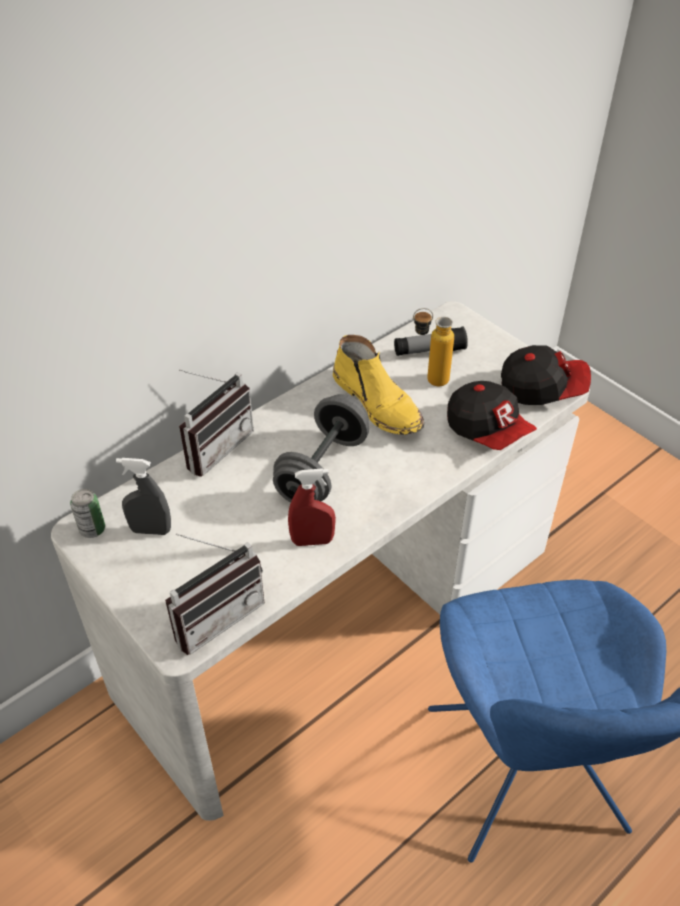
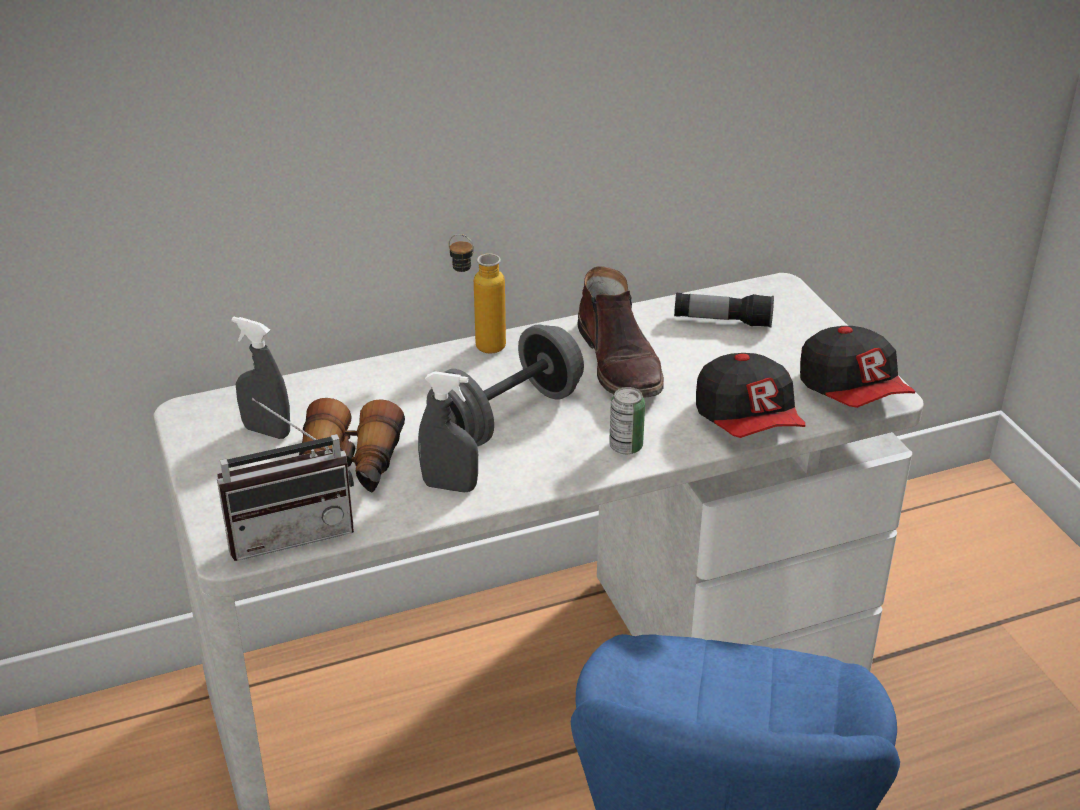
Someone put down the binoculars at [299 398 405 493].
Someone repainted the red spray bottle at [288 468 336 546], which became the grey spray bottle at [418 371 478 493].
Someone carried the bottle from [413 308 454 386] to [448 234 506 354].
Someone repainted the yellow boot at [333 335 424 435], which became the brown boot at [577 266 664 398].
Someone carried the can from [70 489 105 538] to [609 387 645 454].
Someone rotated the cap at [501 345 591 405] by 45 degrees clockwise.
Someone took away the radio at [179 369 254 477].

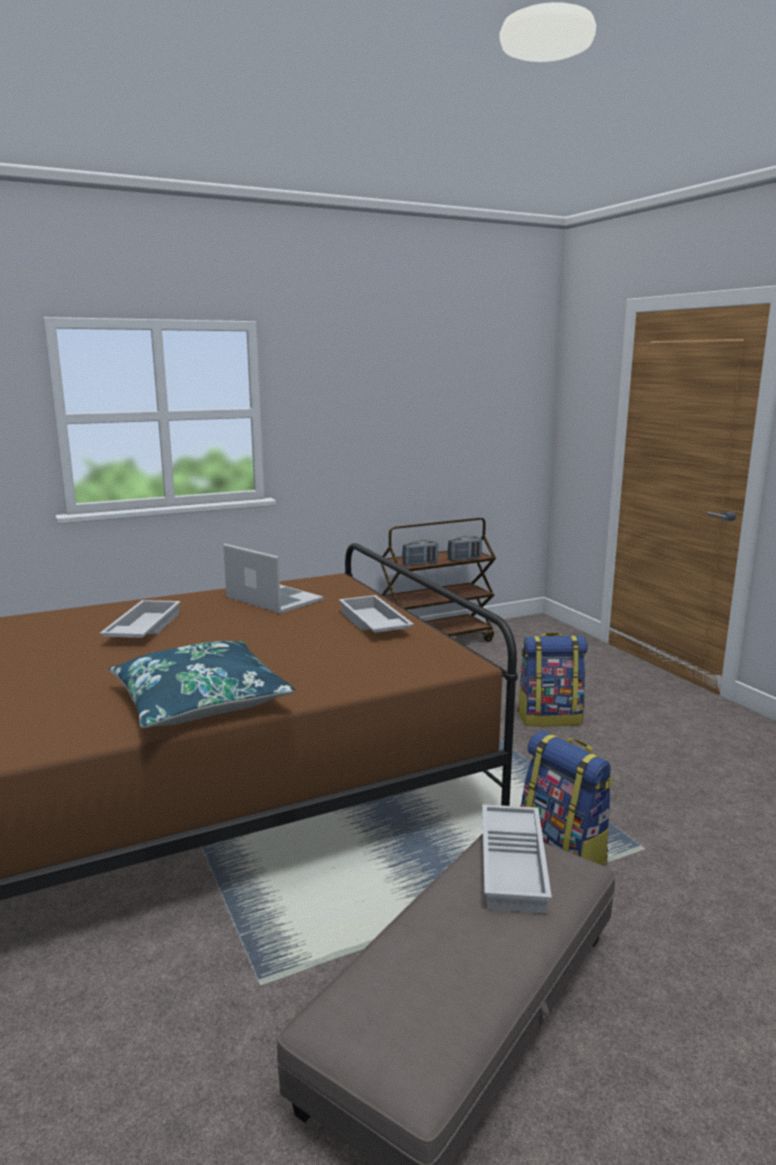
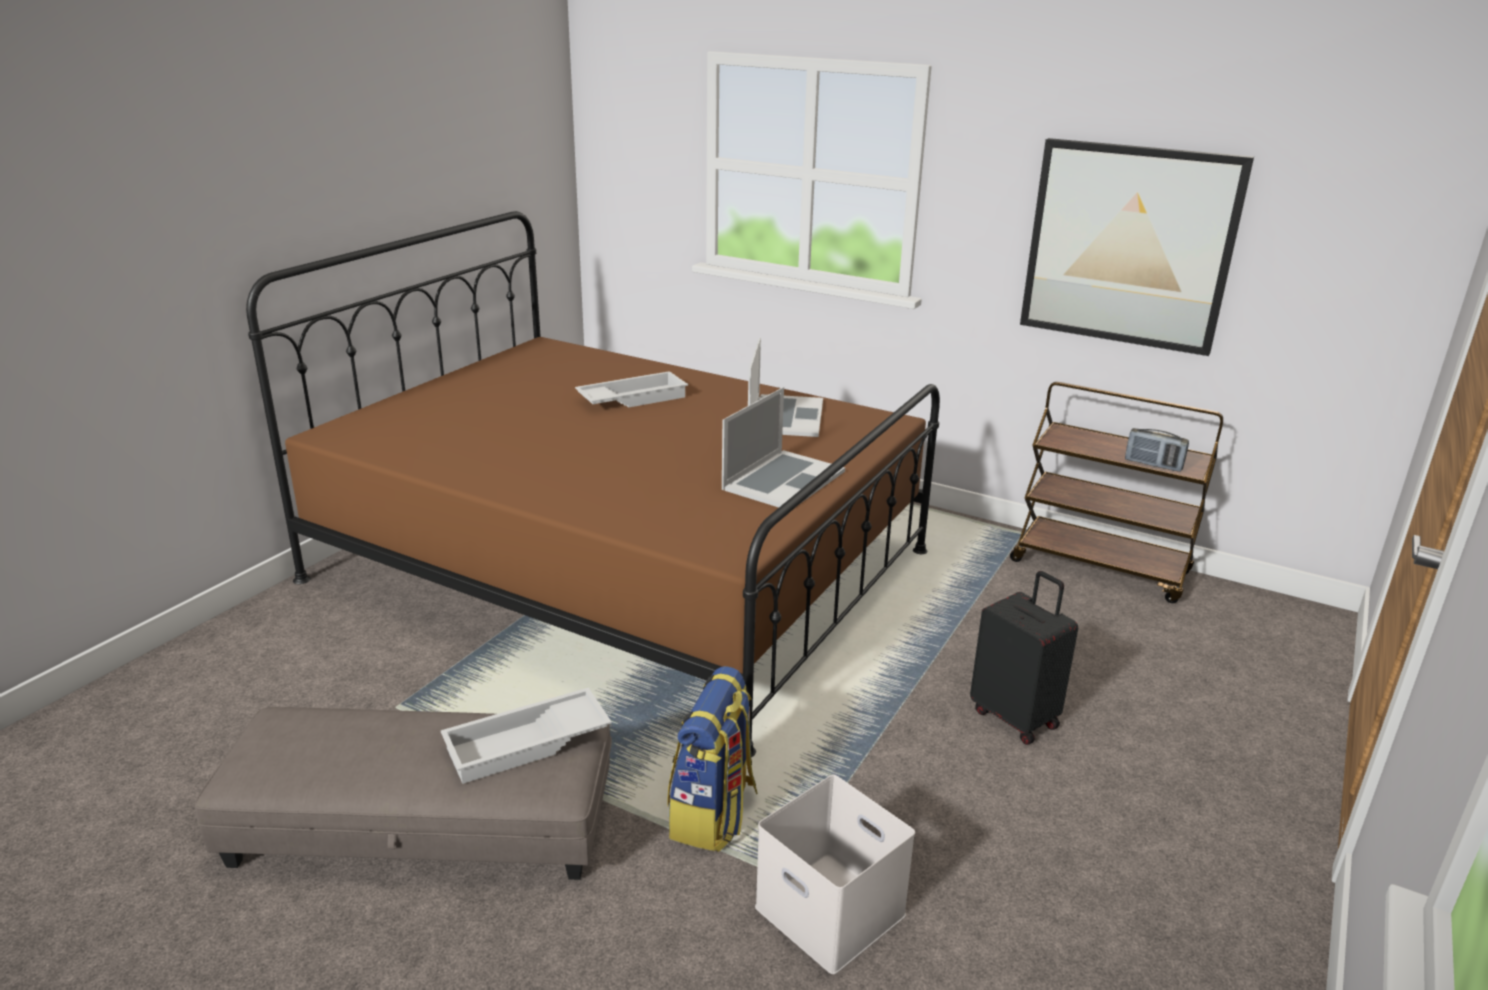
Someone swapped the white tray at [339 595 414 633] for the laptop at [722 387 845 507].
Someone put down the white storage box at [755 775 915 974].
Someone swapped the backpack at [517 633 588 727] for the black suitcase at [970 571 1078 745].
Someone put up the picture at [1020 138 1254 356].
Someone took away the blue pillow at [109 641 295 728].
Someone took away the radio at [402 540 438 566].

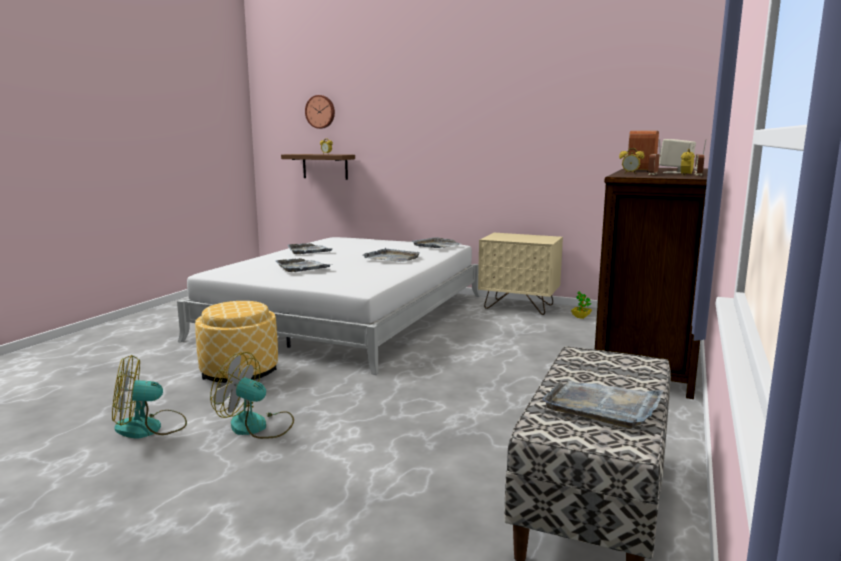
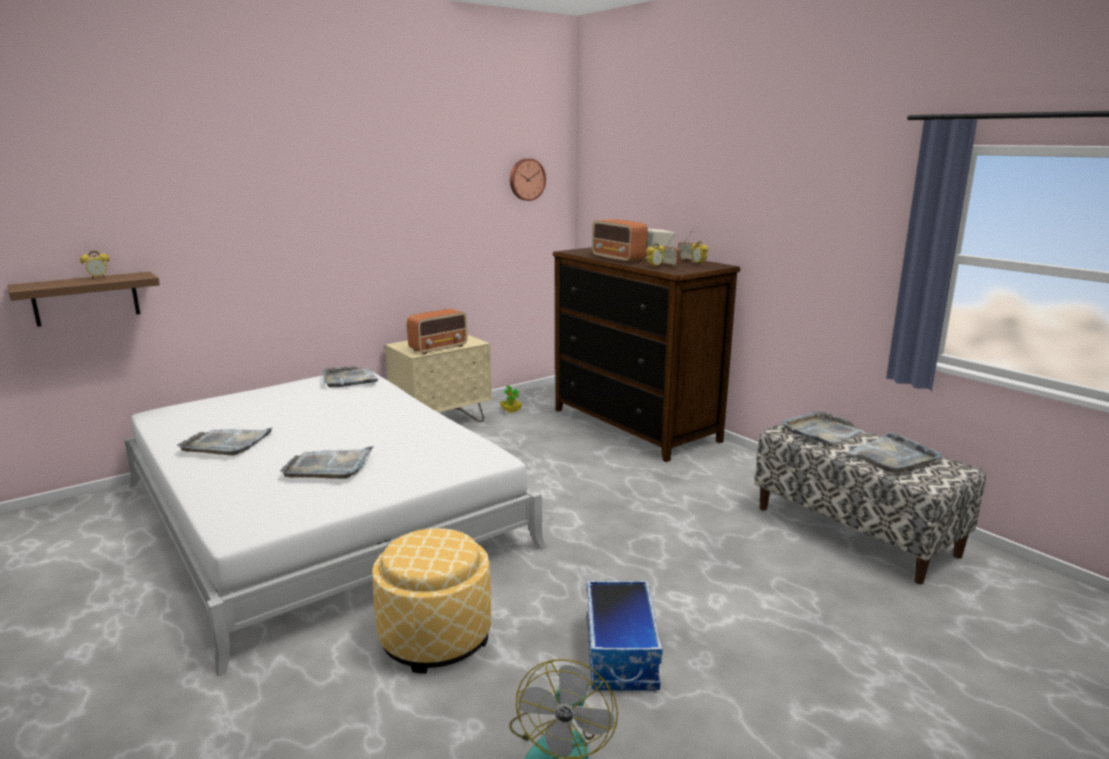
Someone put down the radio at [407 309 467 354].
Someone carried the wall clock from [305 95 335 129] to [510 158 546 201].
Someone swapped the fan at [210 352 294 439] for the storage box at [587 580 663 690].
Someone carried the grey tray from [362 248 419 262] to [782 411 864 444].

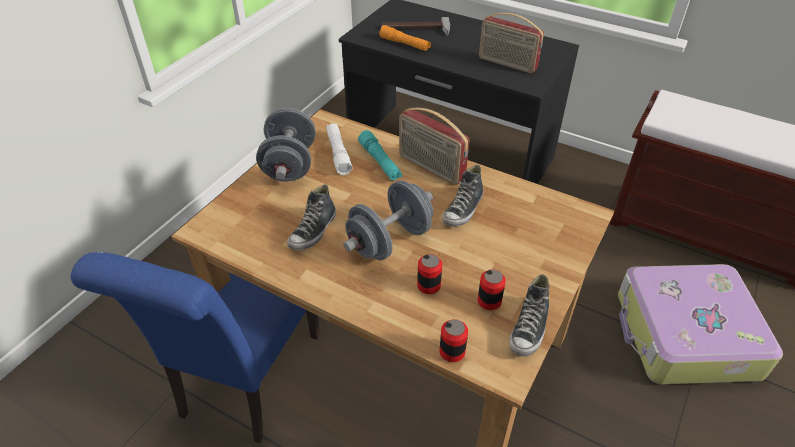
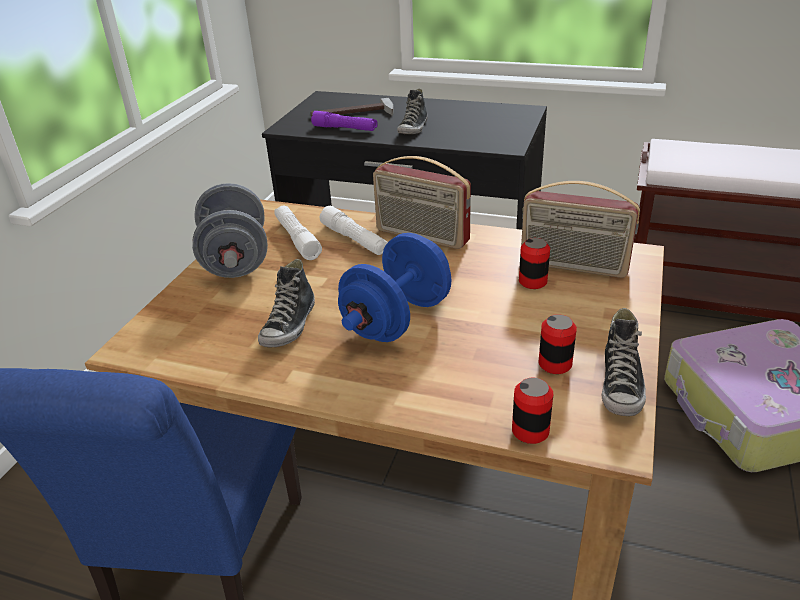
Someone repainted the orange flashlight at [379 25 431 51], which became the purple flashlight at [311 111 378 131].
Someone repainted the turquoise flashlight at [358 130 402 181], which became the white flashlight at [320 206 388 255].
Someone repainted the grey dumbbell at [343 180 433 261], which became the blue dumbbell at [338 233 452 342].
Someone carried the shoe from [442 165 484 227] to [397 89 428 135].
Someone carried the can from [417 254 442 294] to [519 238 550 289].
Someone carried the radio from [479 13 544 73] to [521 181 640 278].

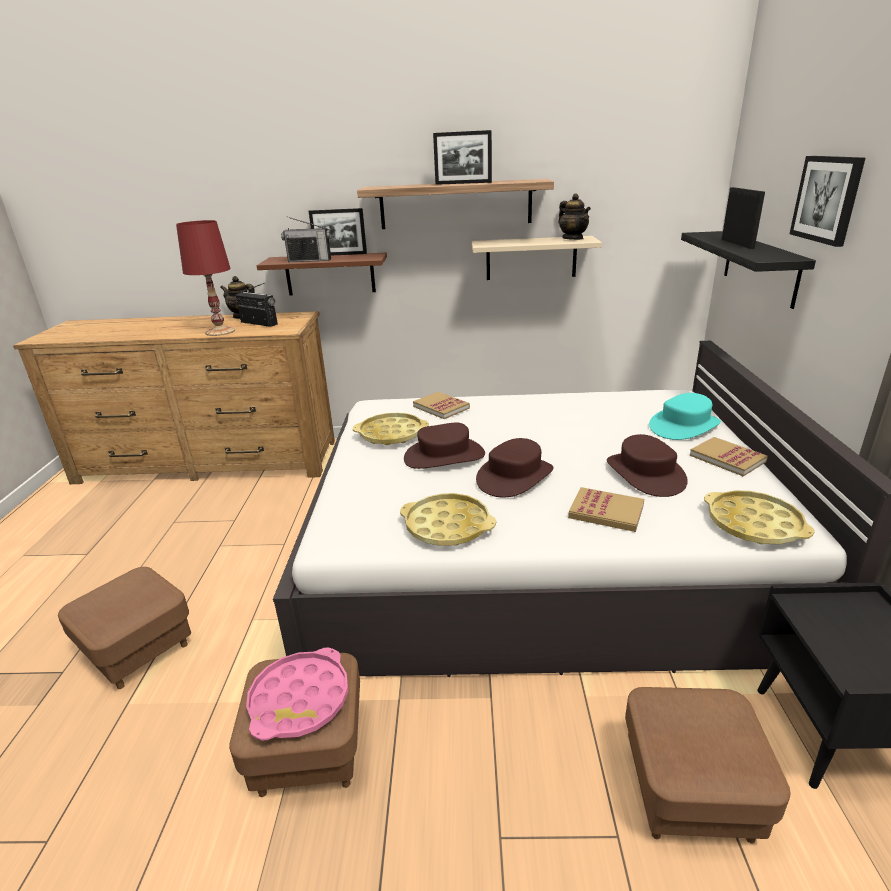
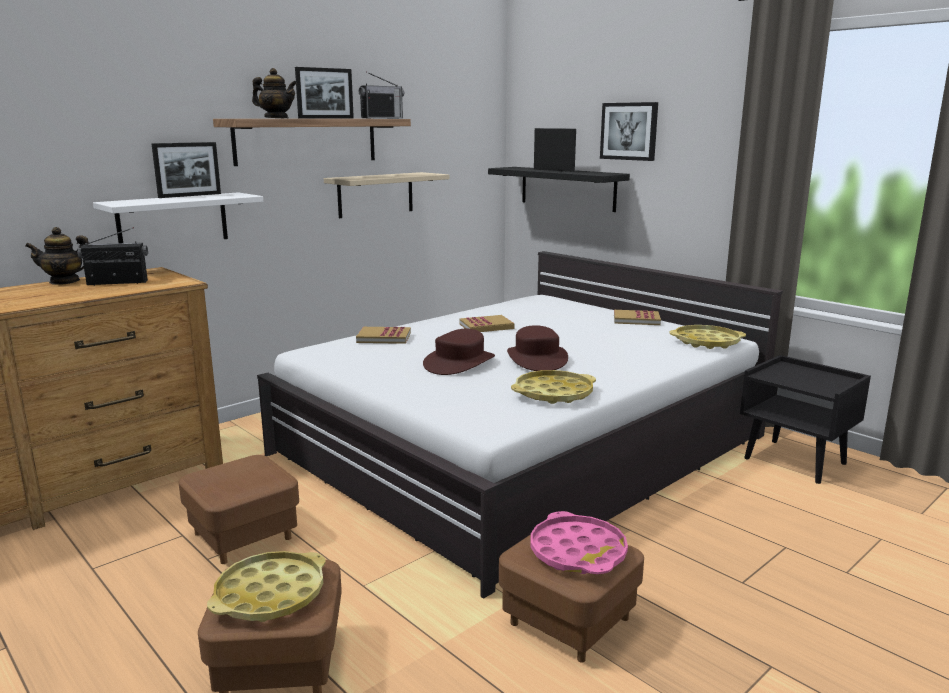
Someone repainted the brown shelf at [257 253 387 296], which became the white shelf at [93 192 263 243].
Someone carried the brown ottoman from [625 687 790 843] to [179 455 299 564].
Someone carried the yellow tray from [353 412 429 445] to [207 551 326 622].
Someone carried the teapot from [558 193 591 240] to [252 68 297 118].
Someone carried the radio from [281 217 331 262] to [359 72 404 119].
Someone carried the book from [568 487 644 532] to [459 315 515 332].
Someone took away the red table lamp at [176 220 235 336].
Someone took away the brown hat at [607 434 688 497].
Someone took away the turquoise hat at [649 393 721 440].

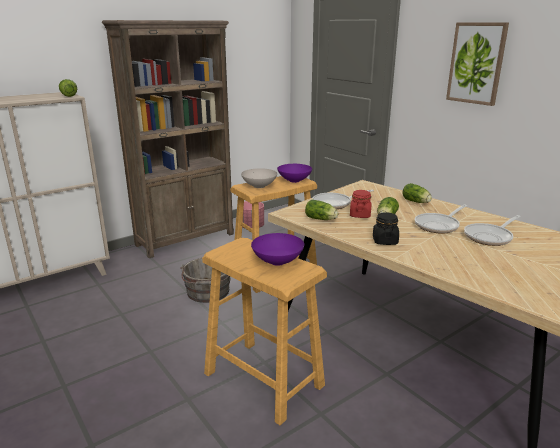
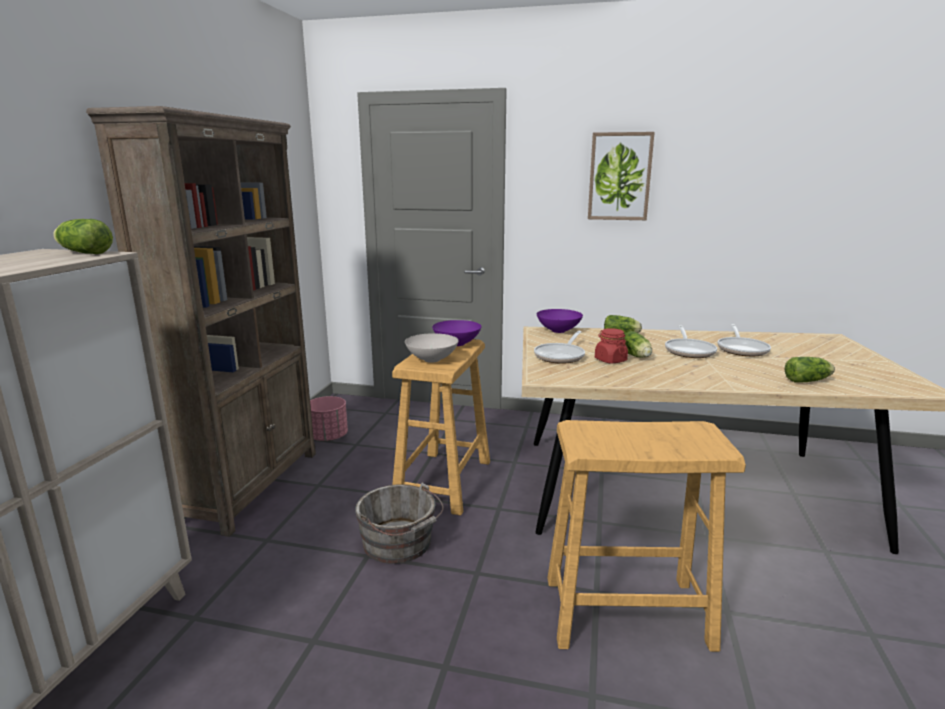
Someone carried the purple bowl from [251 233 304 266] to [537 309 583 333].
Someone carried the lettuce from [305 199 338 220] to [785 357 835 382].
Someone took away the black jar at [373 212 399 245].

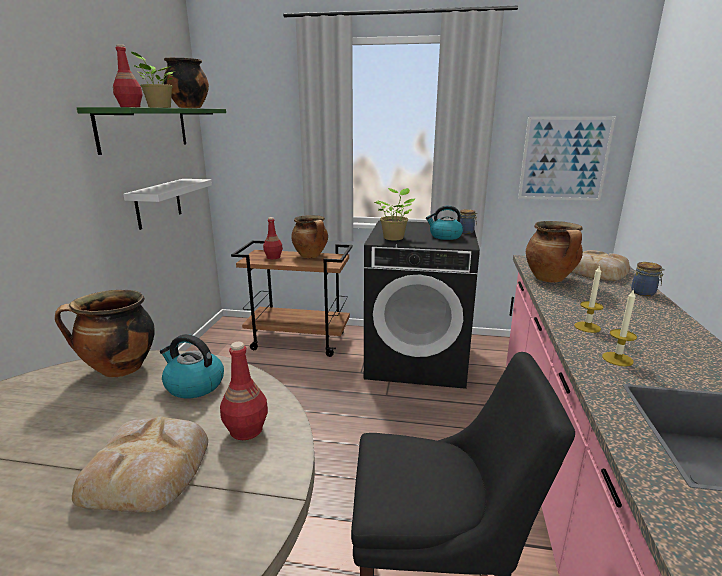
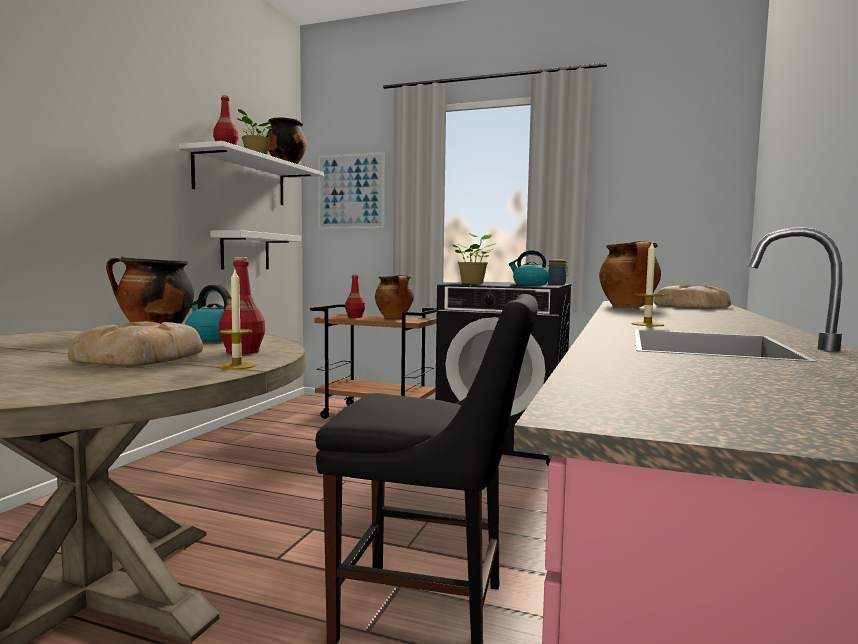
Someone repainted the green shelf at [77 107 226 155], which became the white shelf at [179 141 324 205].
Someone carried the candle from [574 265 603 333] to [218 270 256 370].
Someone carried the picture from [518 117 616 201] to [318 152 385 229].
Someone took away the jar at [631 262 665 296].

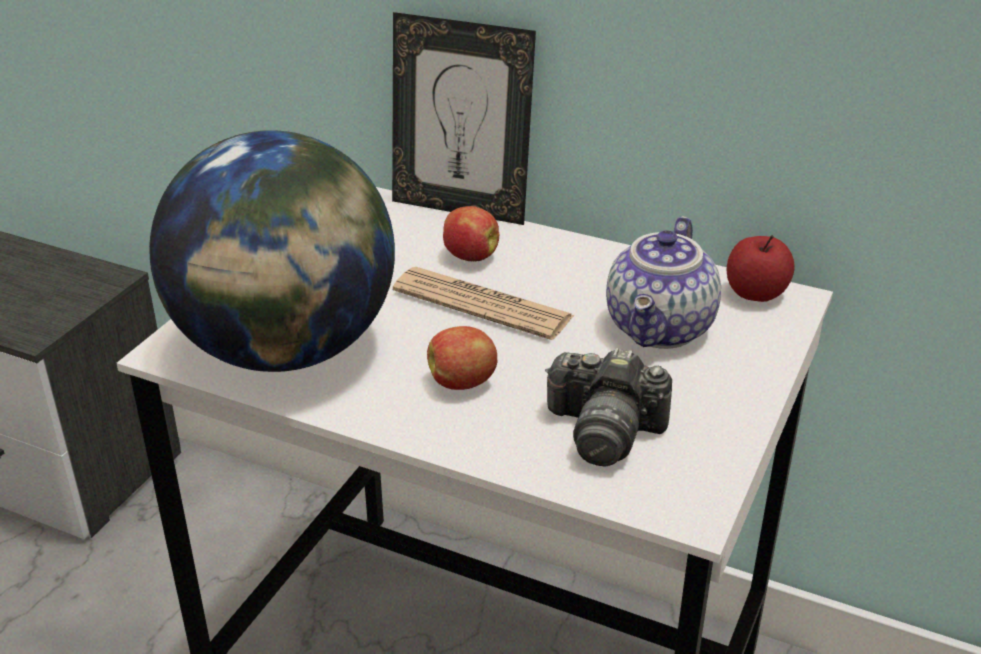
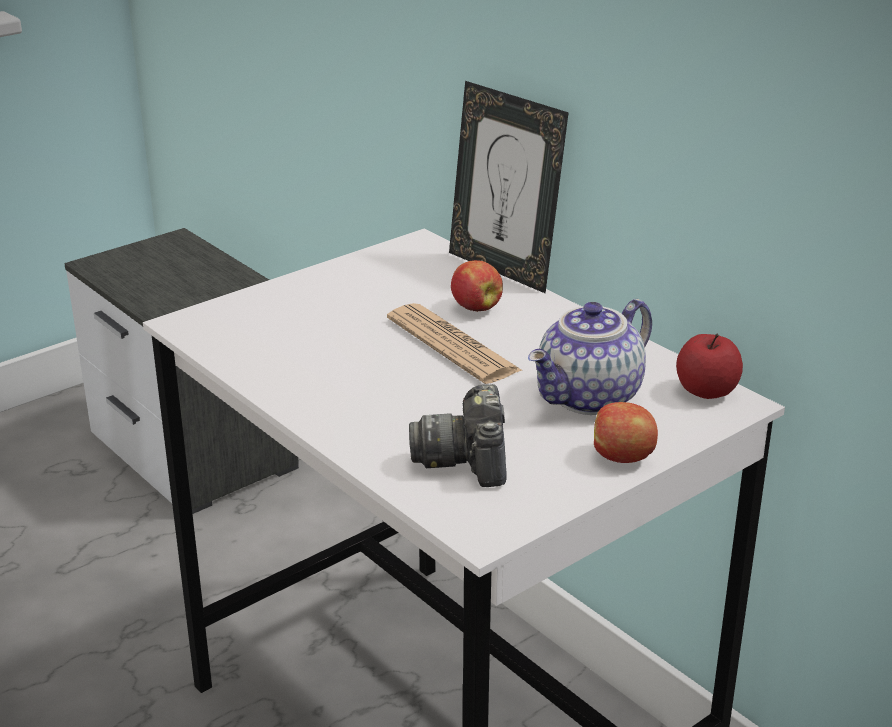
Someone rotated the photo camera at [545 348 672 467] by 45 degrees clockwise.
Someone carried the apple from [427 326 497 390] to [594 402 658 463].
Someone took away the globe at [149 130 395 372].

